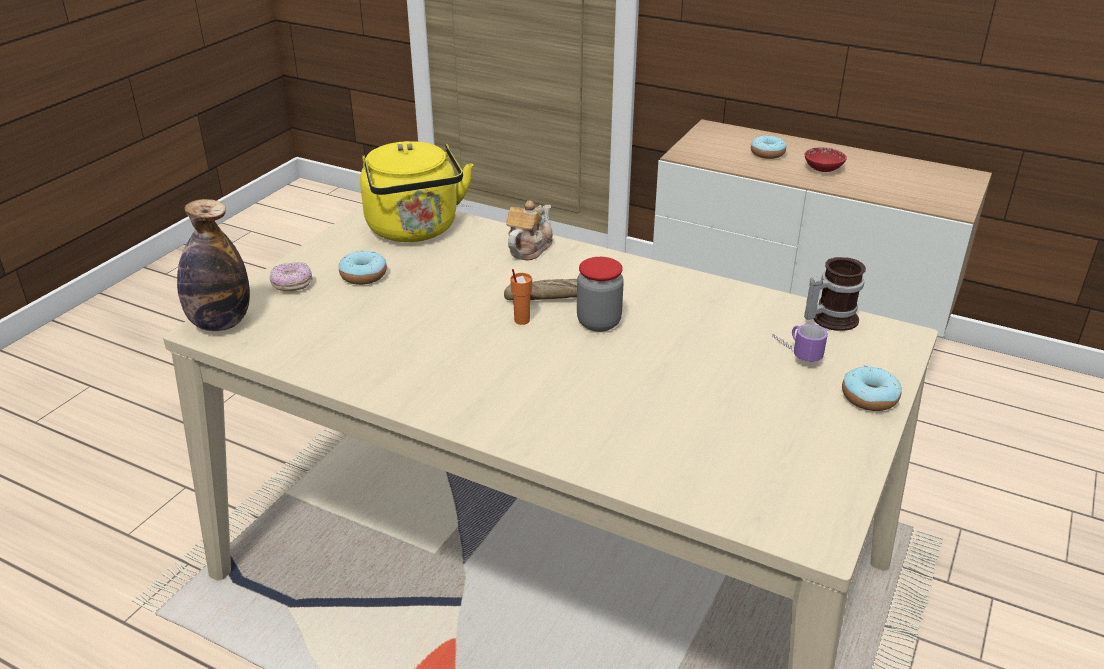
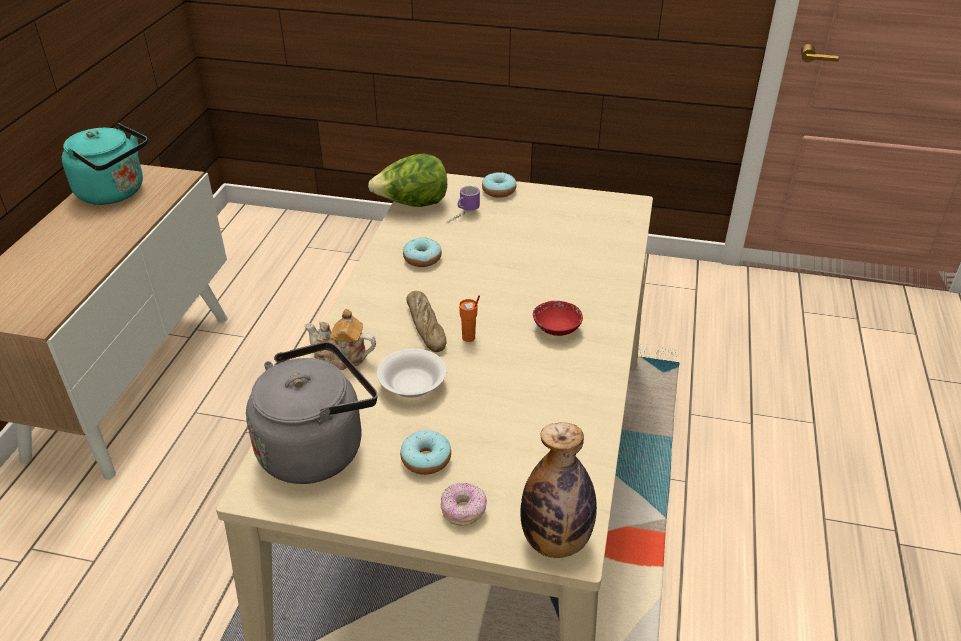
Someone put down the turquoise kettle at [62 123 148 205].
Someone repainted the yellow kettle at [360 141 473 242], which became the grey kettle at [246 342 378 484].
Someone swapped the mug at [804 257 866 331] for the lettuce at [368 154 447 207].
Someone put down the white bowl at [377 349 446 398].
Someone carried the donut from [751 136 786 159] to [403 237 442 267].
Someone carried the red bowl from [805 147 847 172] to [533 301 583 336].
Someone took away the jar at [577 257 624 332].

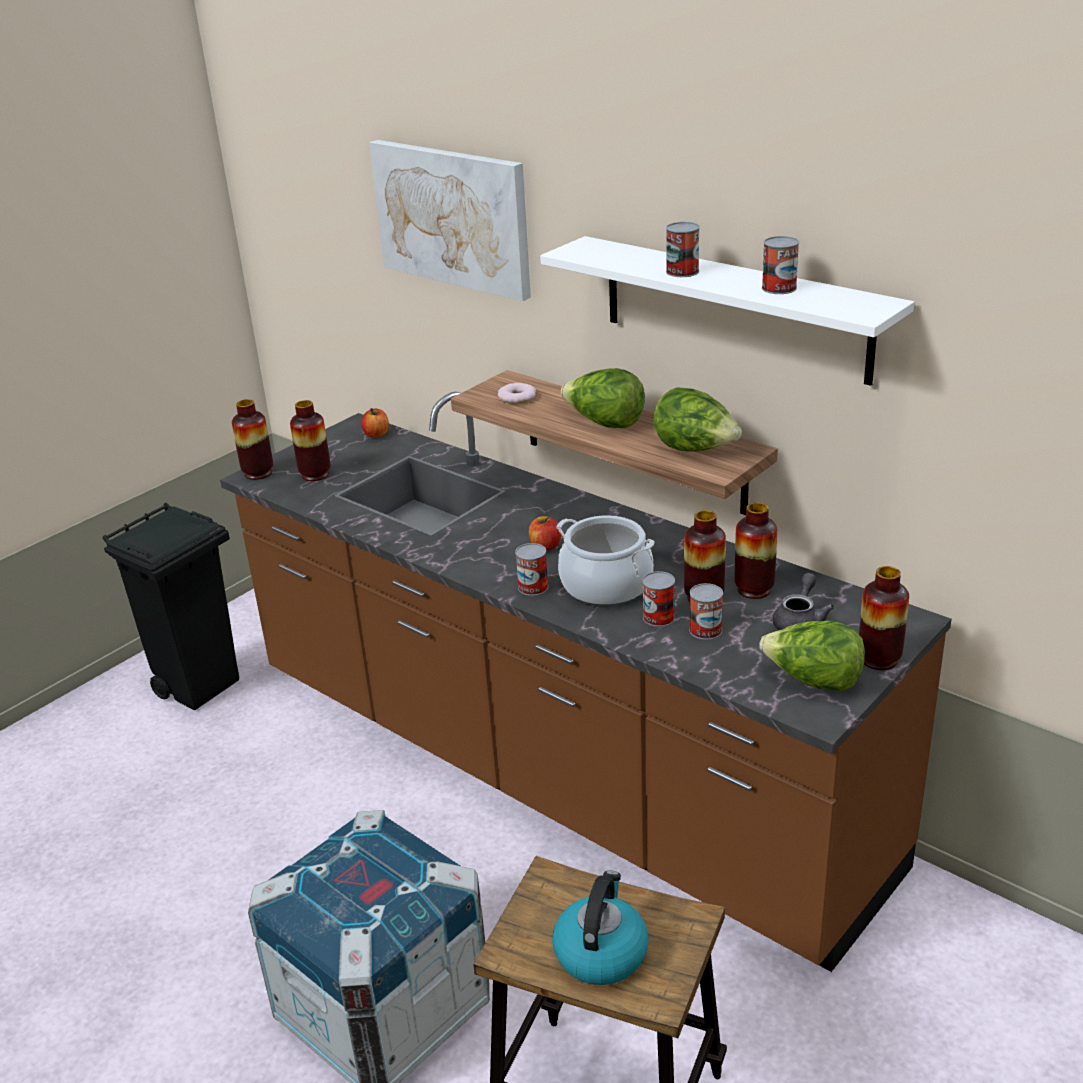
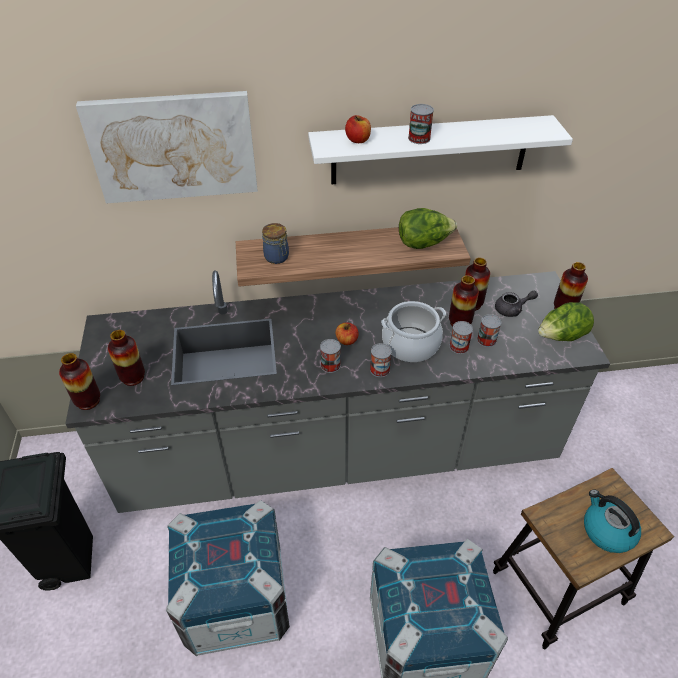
Someone repainted the brown counter at [220 392 952 972], which became the grey counter at [65 270 611 513].
Someone put down the crate at [166 500 290 656].
Someone swapped the donut at [498 383 536 404] for the jar at [262 223 289 264].
Someone carried the can from [762 236 799 294] to [320 339 341 373].
Someone carried the apple from [361 408 389 438] to [345 115 371 143].
Someone rotated the grey teapot at [773 573 834 630] by 105 degrees clockwise.
Someone took away the lettuce at [561 368 645 428].

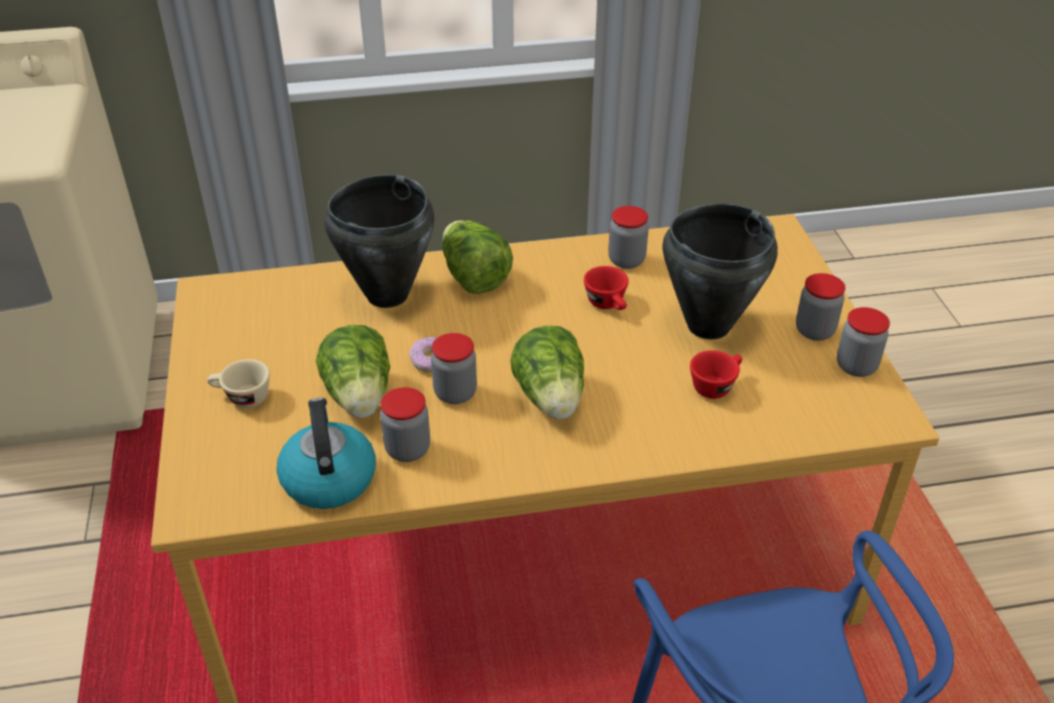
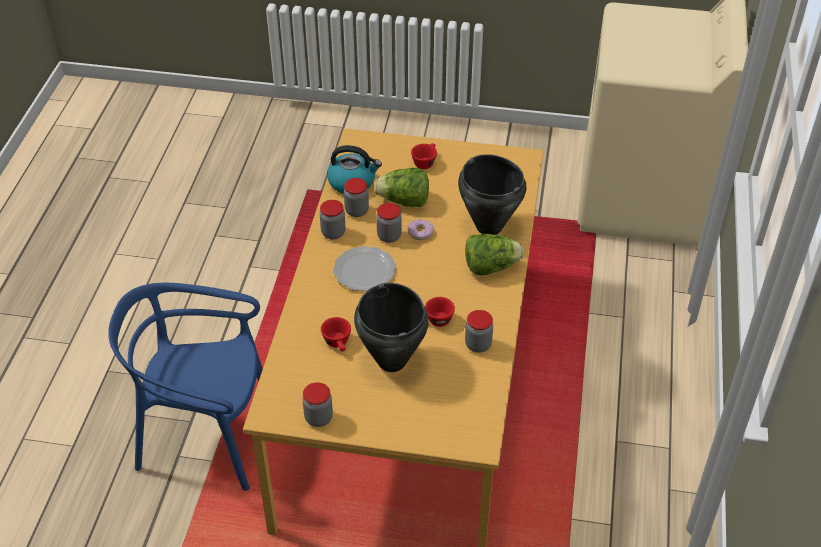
Someone carried the jar from [796 273 845 341] to [320 200 345 239].
Someone swapped the lettuce at [510 325 584 419] for the plate at [333 246 396 291].
Someone repainted the beige cup at [207 359 270 408], which became the red cup at [411 143 437 169].

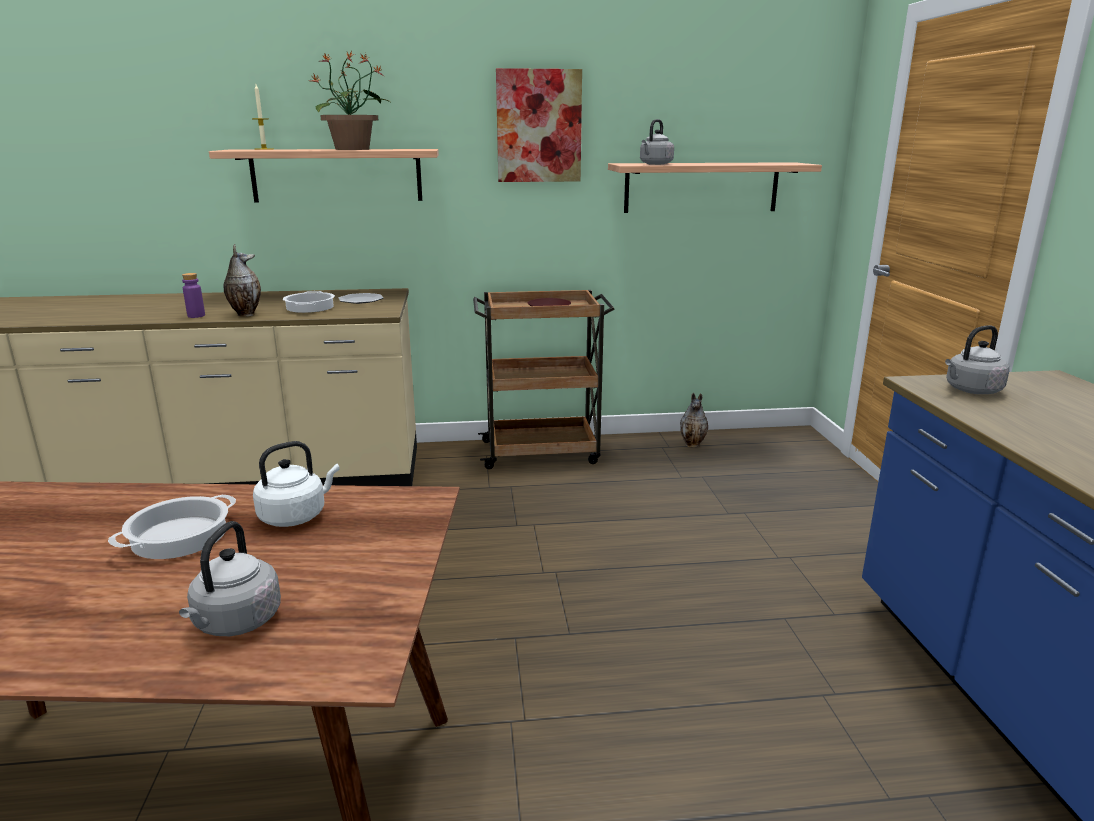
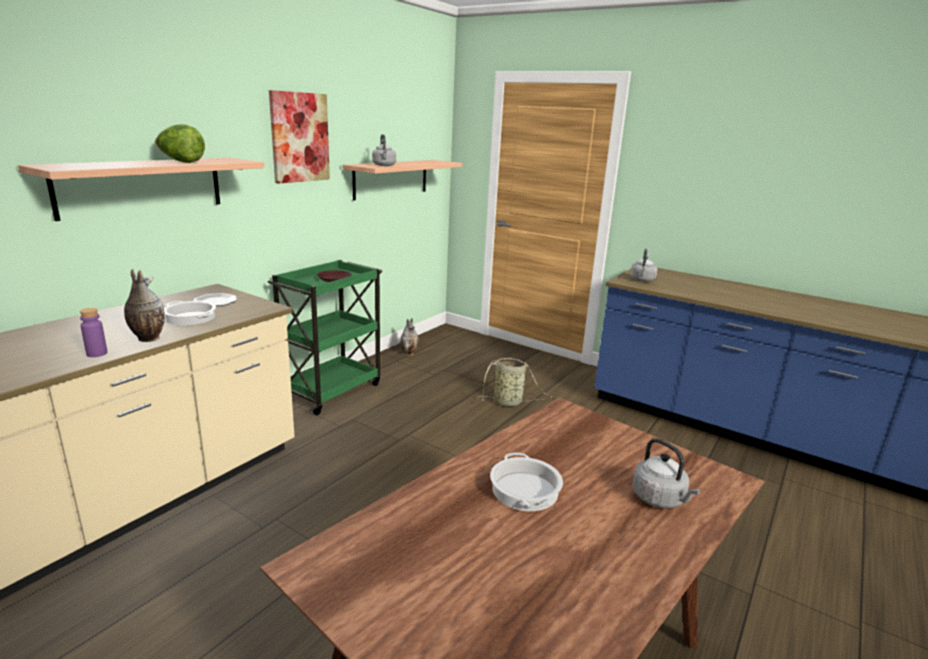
Someone swapped the potted plant at [312 51 390 150] for the lettuce at [155 124 205 163].
Someone repainted the brown cart at [473 290 615 469], which became the green cart at [267 260 382 415].
Someone put down the basket at [477 358 553 406].
Someone took away the candle at [252 84 273 150].
Someone took away the white kettle at [253 441 340 527].

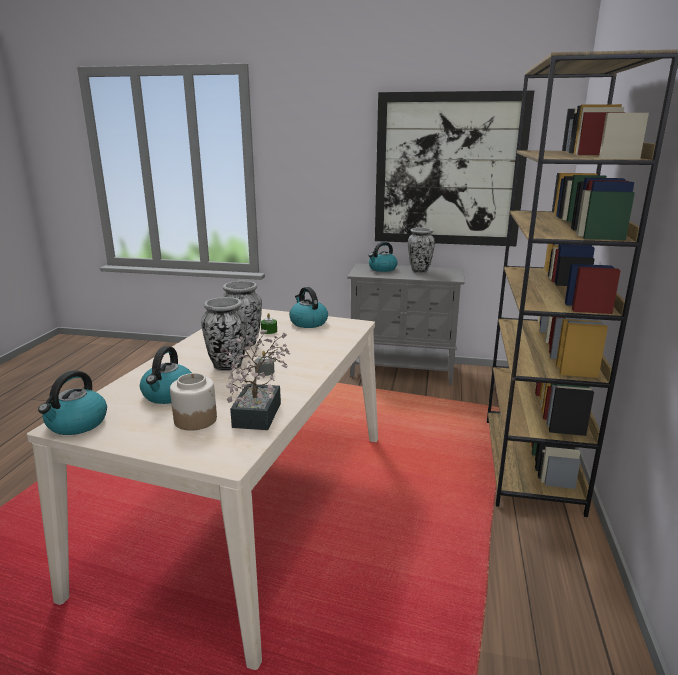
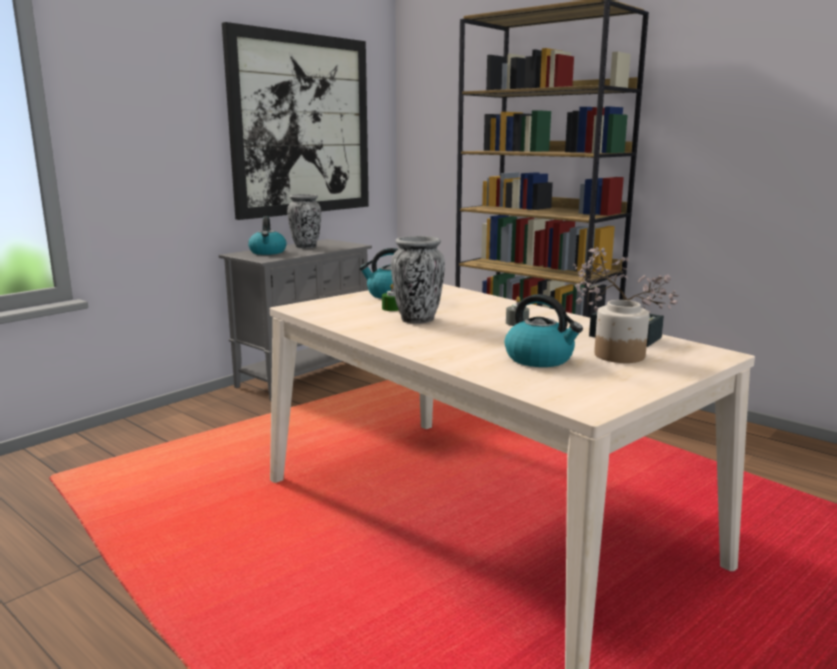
Someone took away the kettle at [38 370 107 435].
Someone took away the vase at [201 297 247 371].

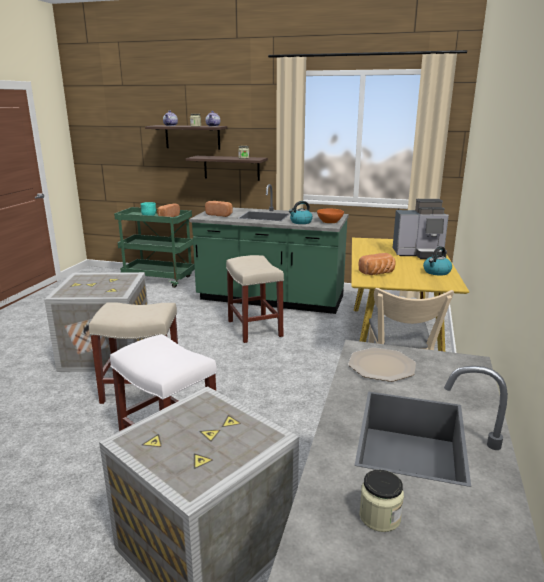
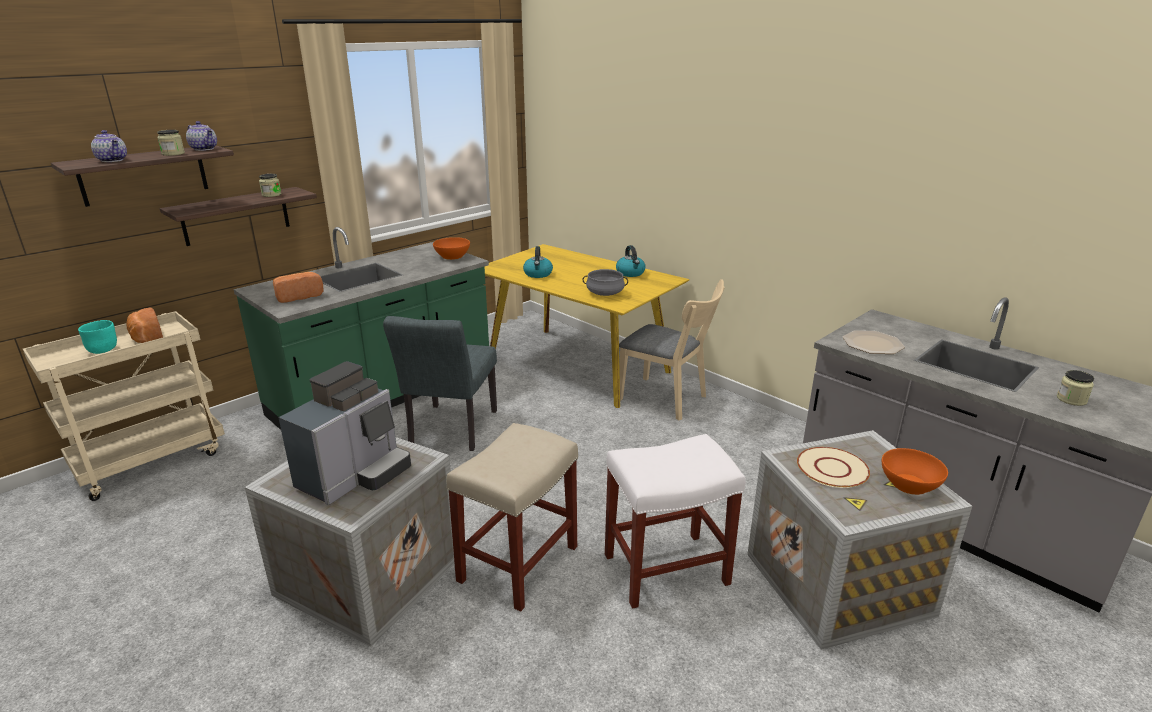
Someone repainted the green cart at [114 207 195 288], which became the beige cart at [23 311 225 501].
Someone carried the coffee machine from [393 199 449 259] to [278 361 411 505].
Someone swapped the beige stool at [226 255 284 343] for the grey chair at [383 316 497 451].
Someone carried the kettle from [289 201 313 224] to [523 246 553 278].
Someone swapped the bread at [358 253 395 275] for the grey cooking pot at [583 269 628 296].
Someone put down the beige plate at [797 447 870 488].
Someone put down the orange bowl at [882 448 948 495].

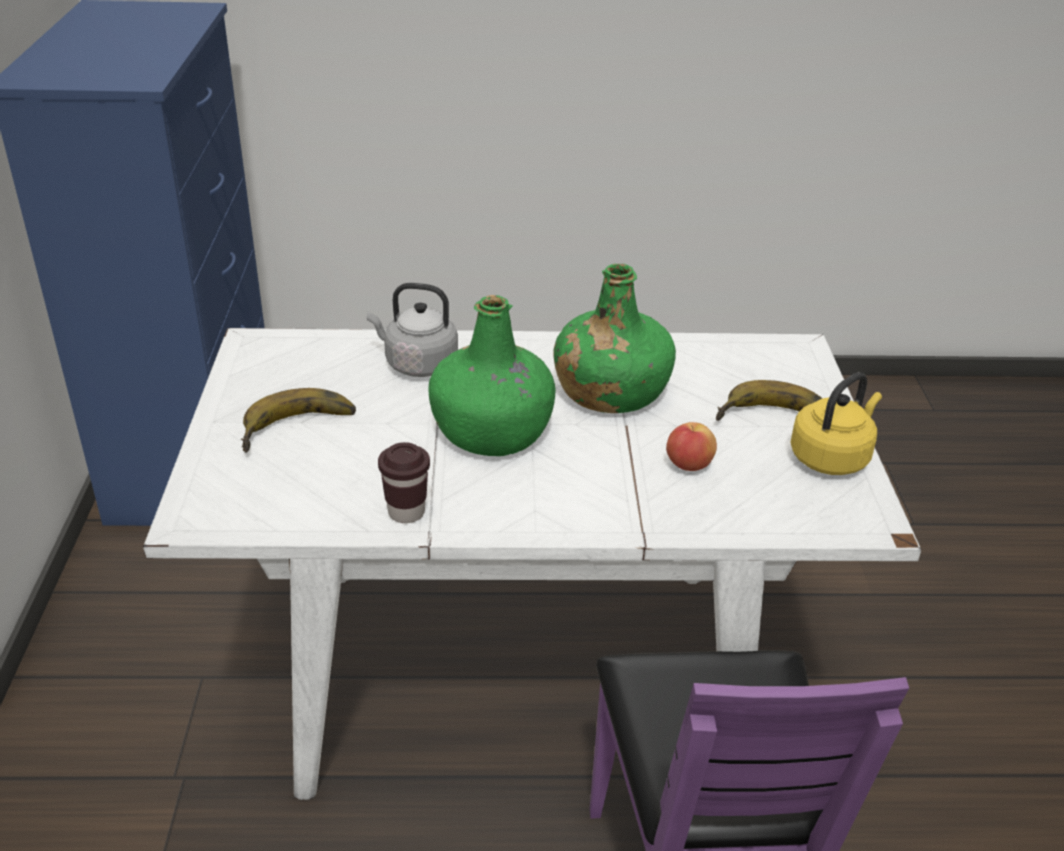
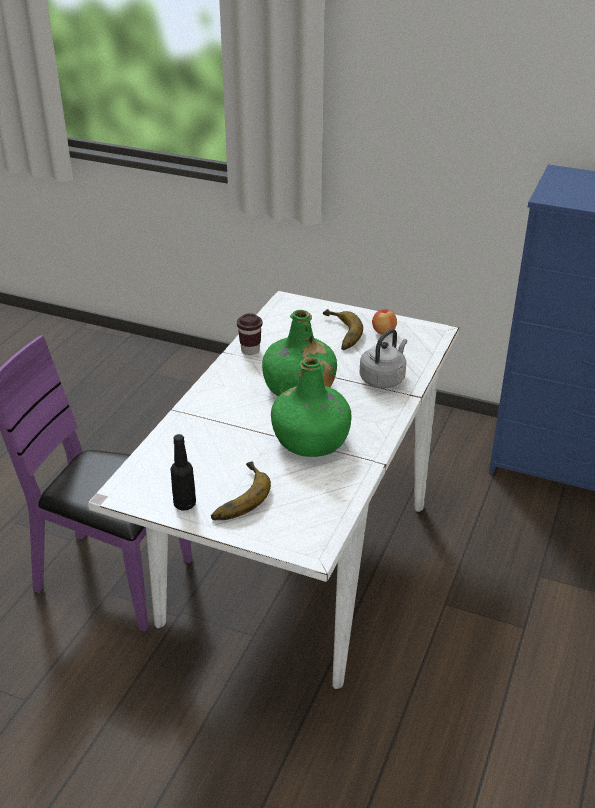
Someone swapped the yellow kettle at [790 372 882 475] for the black bottle at [170 434 196 511].
Someone carried the apple from [666 422 717 471] to [372 309 397 335].

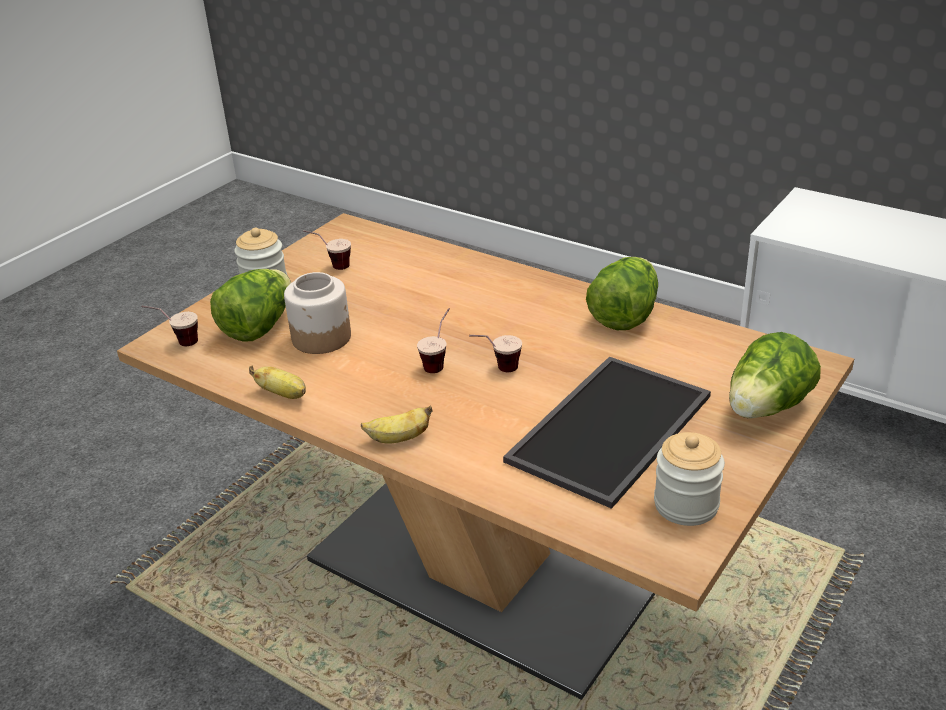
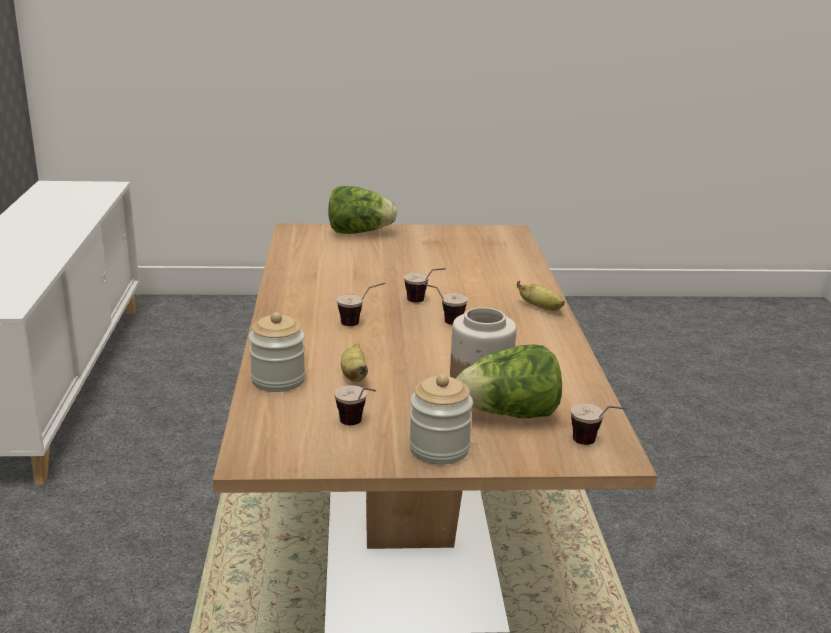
Someone carried the jar from [654 432 725 526] to [249 312 306 392].
Someone put down the cup at [337 283 385 326].
Someone carried the banana from [249 366 306 399] to [341 344 368 382].
Someone took away the tray at [503 357 711 509].
Someone took away the lettuce at [586 257 658 330].

